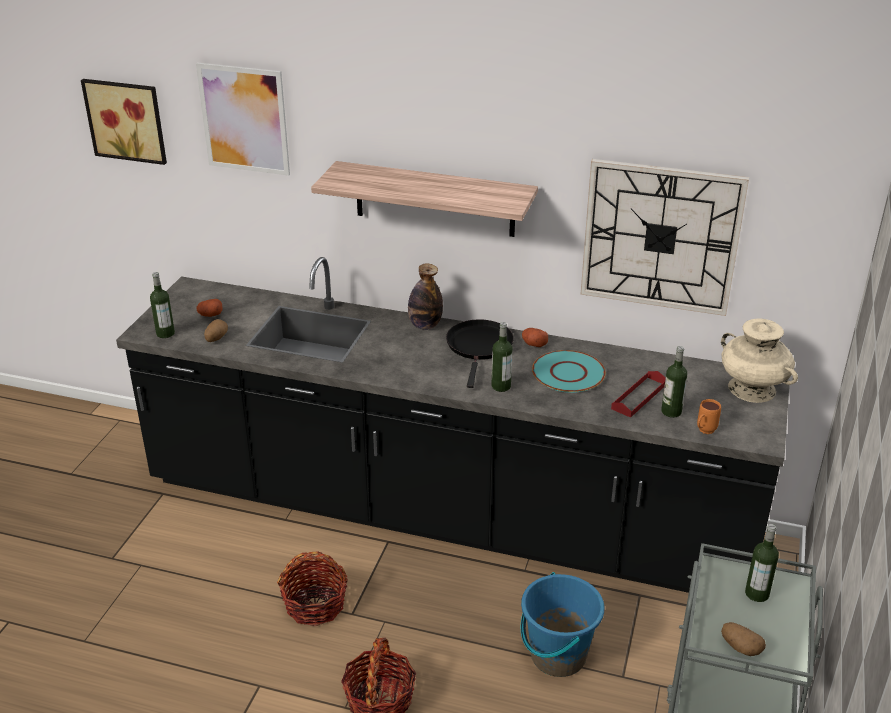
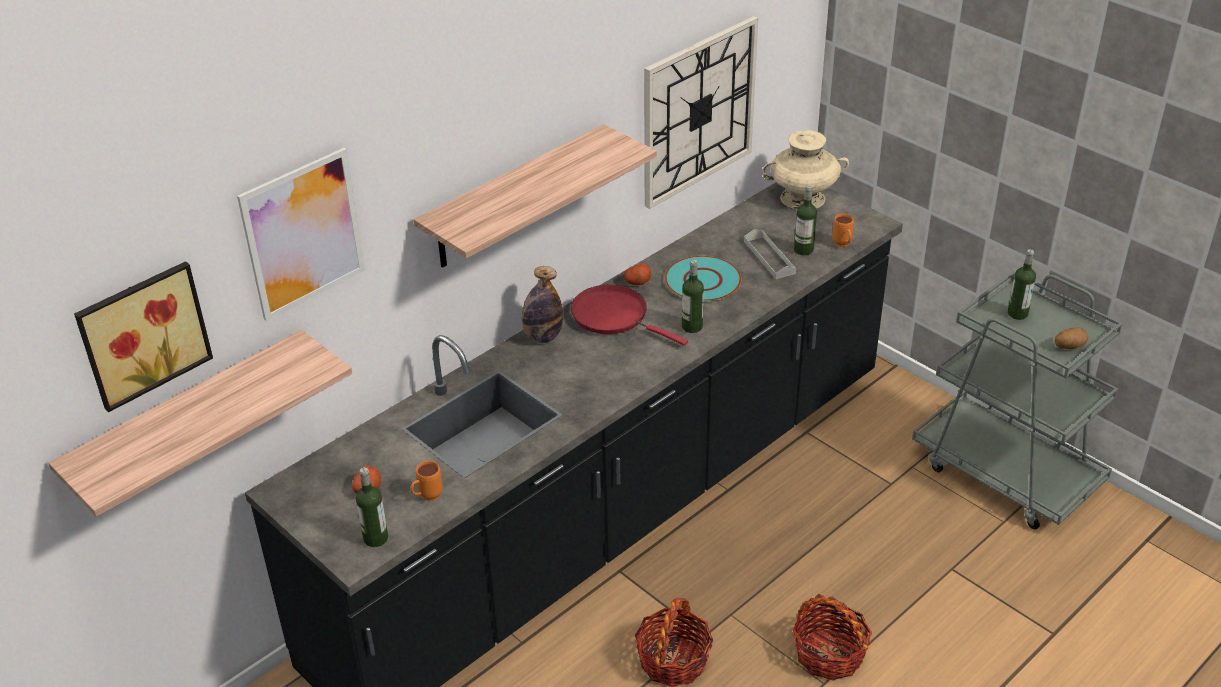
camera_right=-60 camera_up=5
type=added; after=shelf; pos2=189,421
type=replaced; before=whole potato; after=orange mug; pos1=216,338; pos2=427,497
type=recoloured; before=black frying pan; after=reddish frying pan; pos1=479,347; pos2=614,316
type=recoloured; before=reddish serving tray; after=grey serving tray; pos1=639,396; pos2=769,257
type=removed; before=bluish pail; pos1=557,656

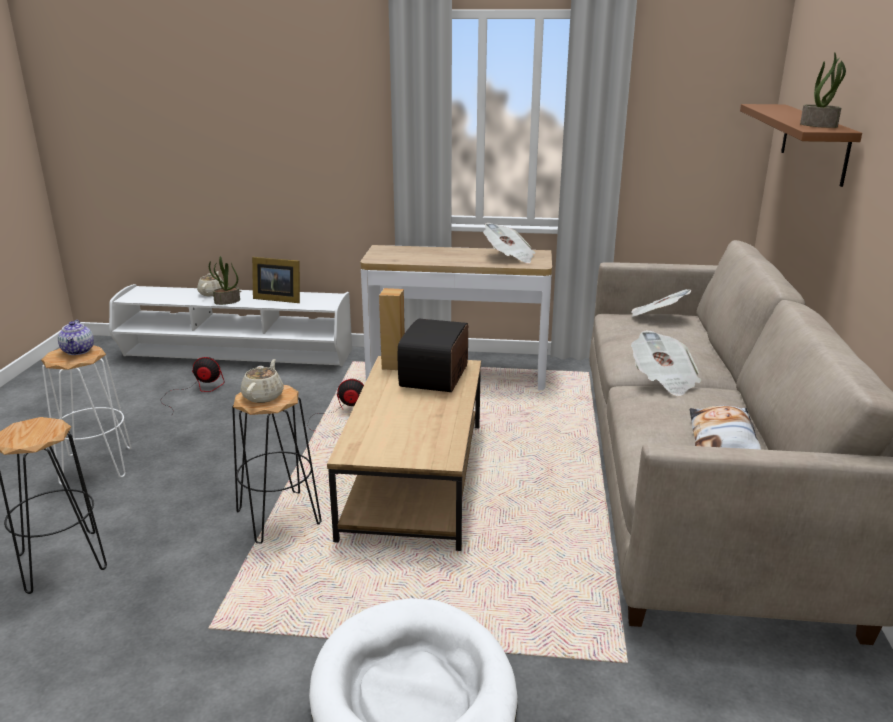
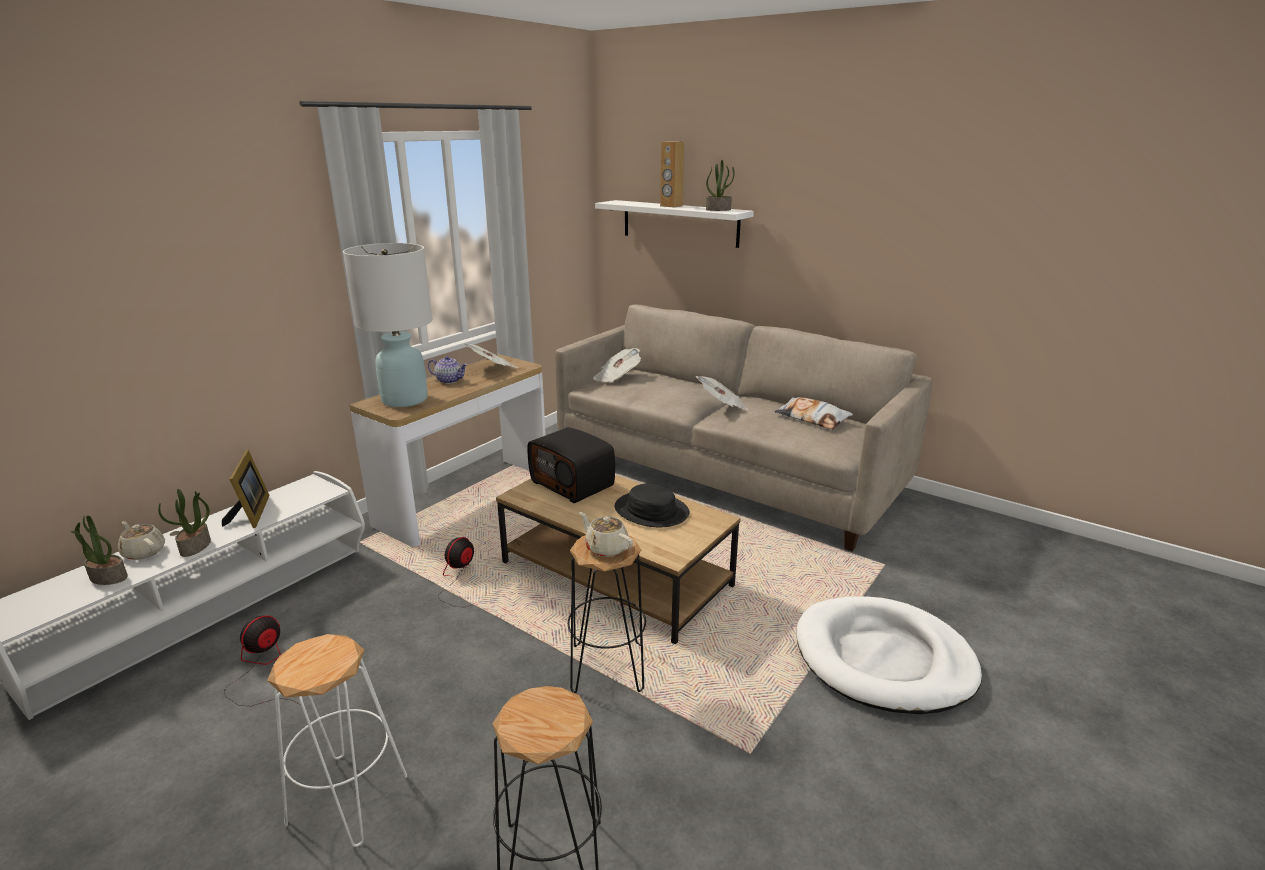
camera_right=-60 camera_up=0
type=added; after=potted plant; pos2=107,577
type=turned; before=photo frame; pos1=277,298; pos2=251,513; turn=-60
type=added; after=white tabletop lamp; pos2=404,399
type=moved; before=pot for tea; pos1=78,351; pos2=449,380
type=recoloured; before=brown-coloured shelf; after=white shelf; pos1=814,142; pos2=679,223
type=added; after=black wearable hat; pos2=651,511
type=moved; before=brown-coloured loudspeaker; pos1=393,365; pos2=671,206

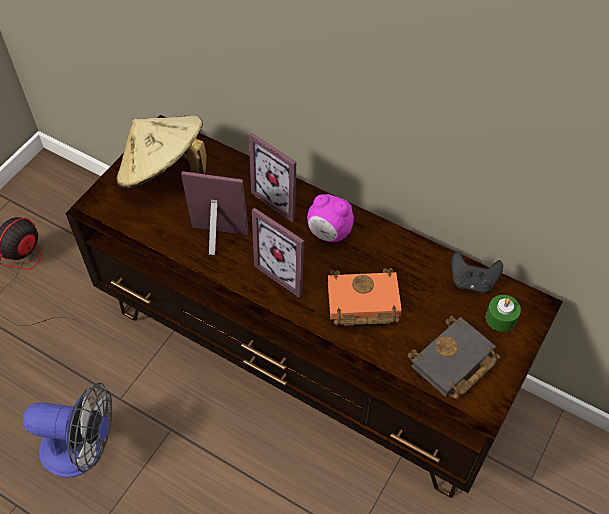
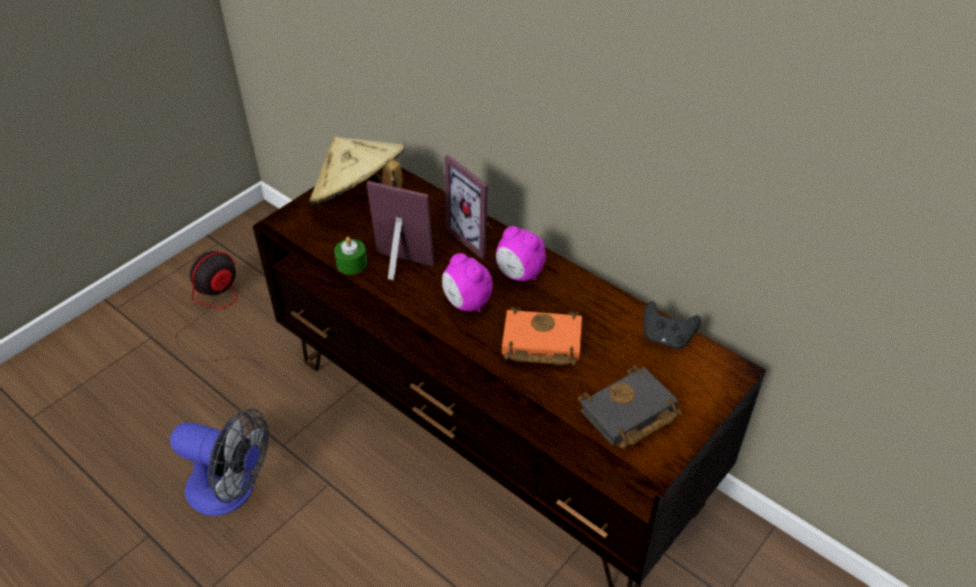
camera_right=10 camera_up=-10
type=moved; before=green wax light; pos1=501,318; pos2=352,264
type=replaced; before=photo frame; after=bedside clock; pos1=287,270; pos2=466,303

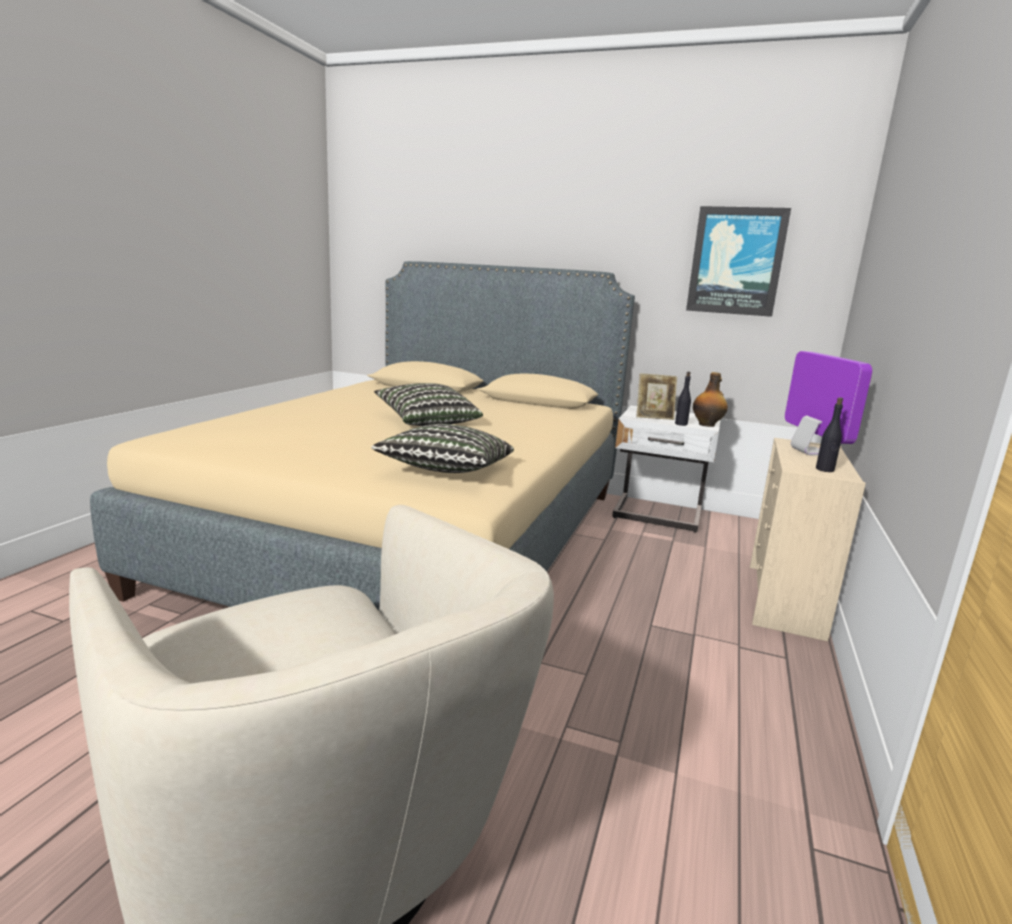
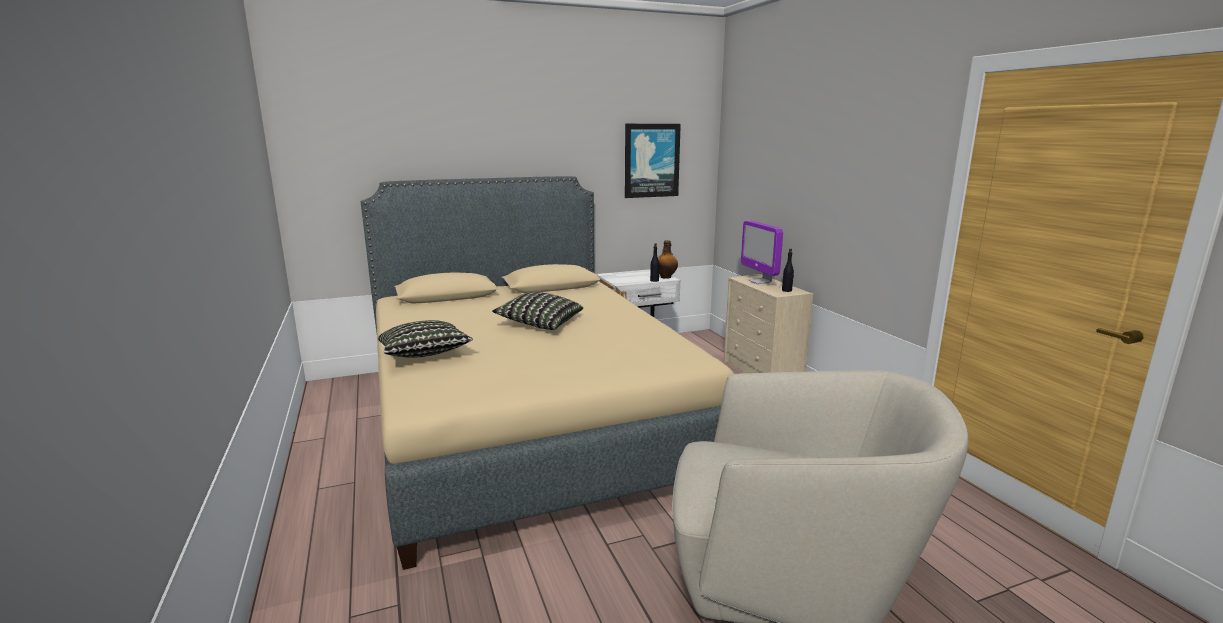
camera_right=-40 camera_up=0
type=moved; before=cushion; pos1=446,472; pos2=424,355
type=turned; before=computer screen; pos1=810,452; pos2=759,281; turn=-150
type=removed; before=photo frame; pos1=654,417

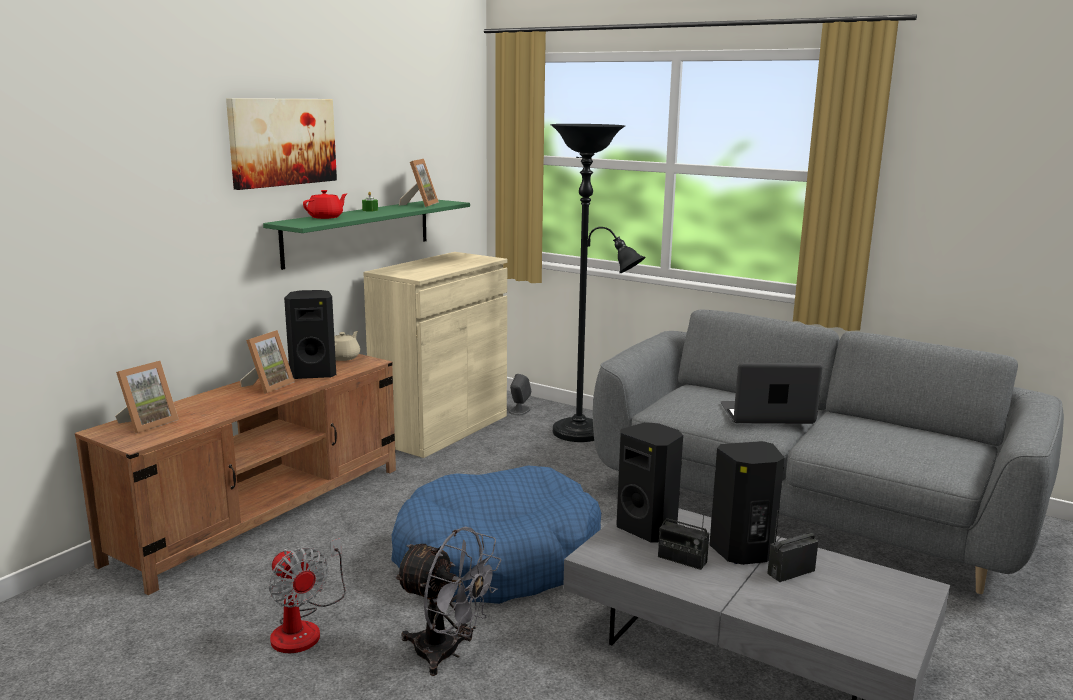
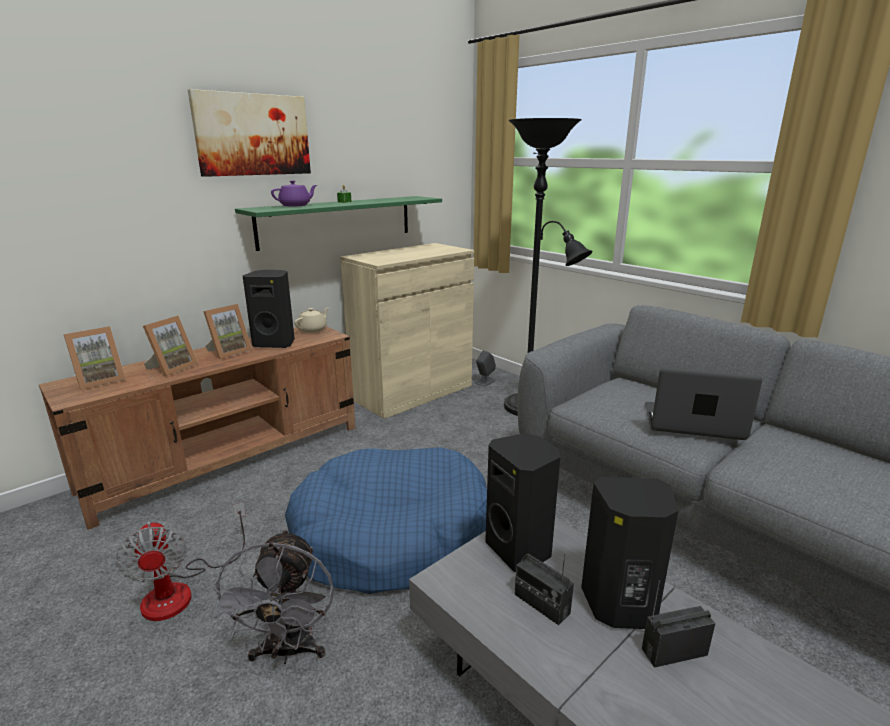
camera_right=15 camera_up=5
type=moved; before=photo frame; pos1=420,204; pos2=172,368
type=turned; before=grey cooling fan; pos1=447,653; pos2=288,652; turn=45
type=recoloured; before=reddish pot for tea; after=purple pot for tea; pos1=326,217; pos2=295,205

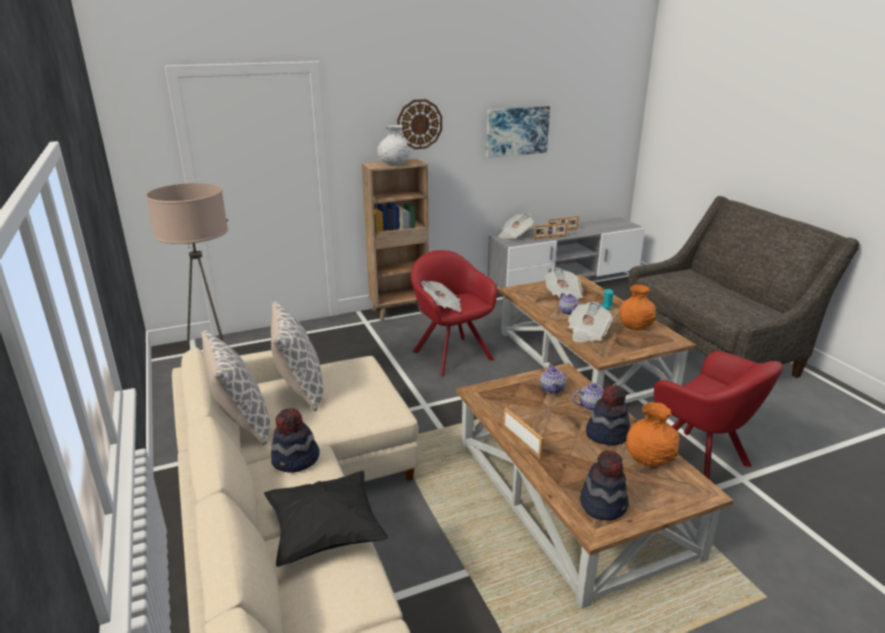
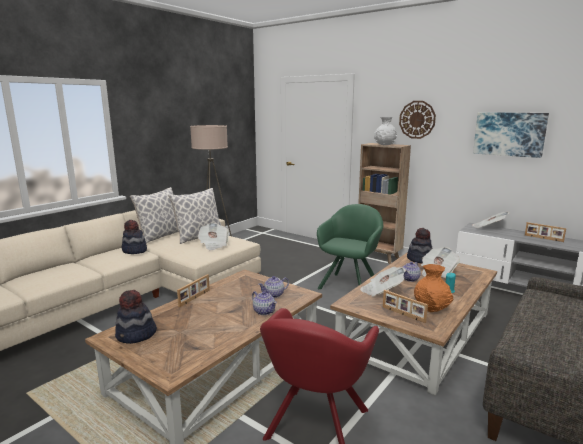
camera_right=60 camera_up=-10
type=moved; before=daily paper; pos1=442,306; pos2=213,245
type=recoloured; before=reddish lounge chair; after=green lounge chair; pos1=450,353; pos2=350,284
type=moved; before=photo frame; pos1=550,237; pos2=403,314
type=moved; before=wearable hat; pos1=607,434; pos2=419,259
type=removed; before=black cushion; pos1=325,533
type=removed; before=orange vase; pos1=650,459

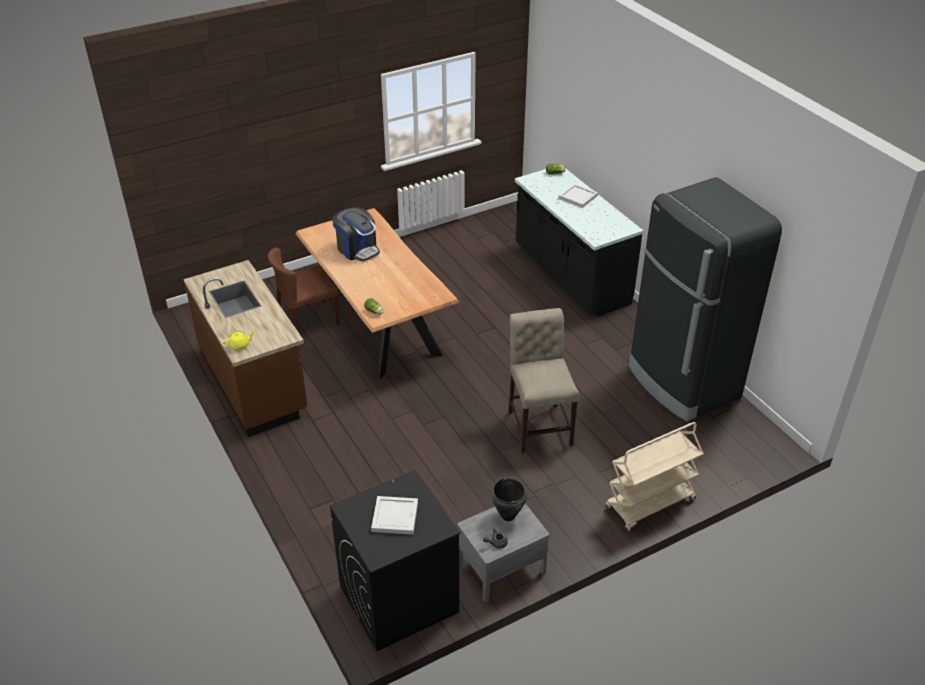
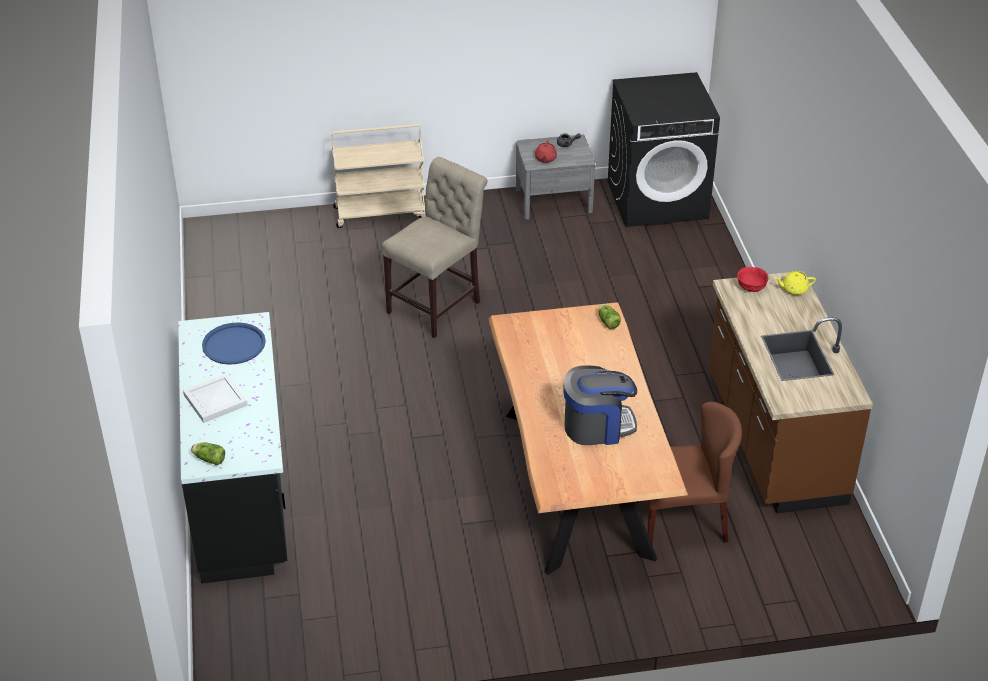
camera_right=-160 camera_up=0
type=added; after=bluish serving tray; pos2=233,344
type=turned; before=beige-coloured upright chair; pos1=539,424; pos2=438,305; turn=-150
type=replaced; before=black cooking pot; after=reddish pot for tea; pos1=507,516; pos2=545,159
type=turned; before=coffee brewer; pos1=357,249; pos2=597,426; turn=105
type=added; after=reddish deep dish; pos2=751,287
type=removed; before=white serving tray; pos1=395,517
type=removed; before=black kitchen fridge; pos1=682,383

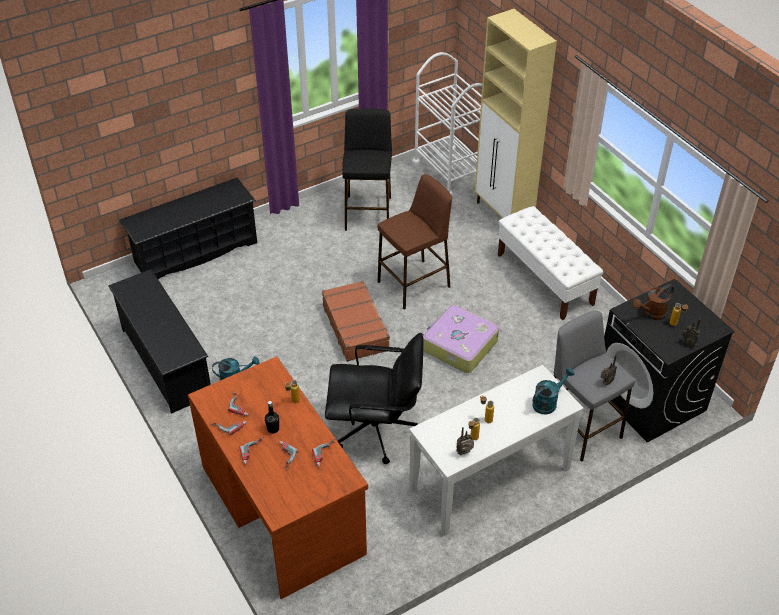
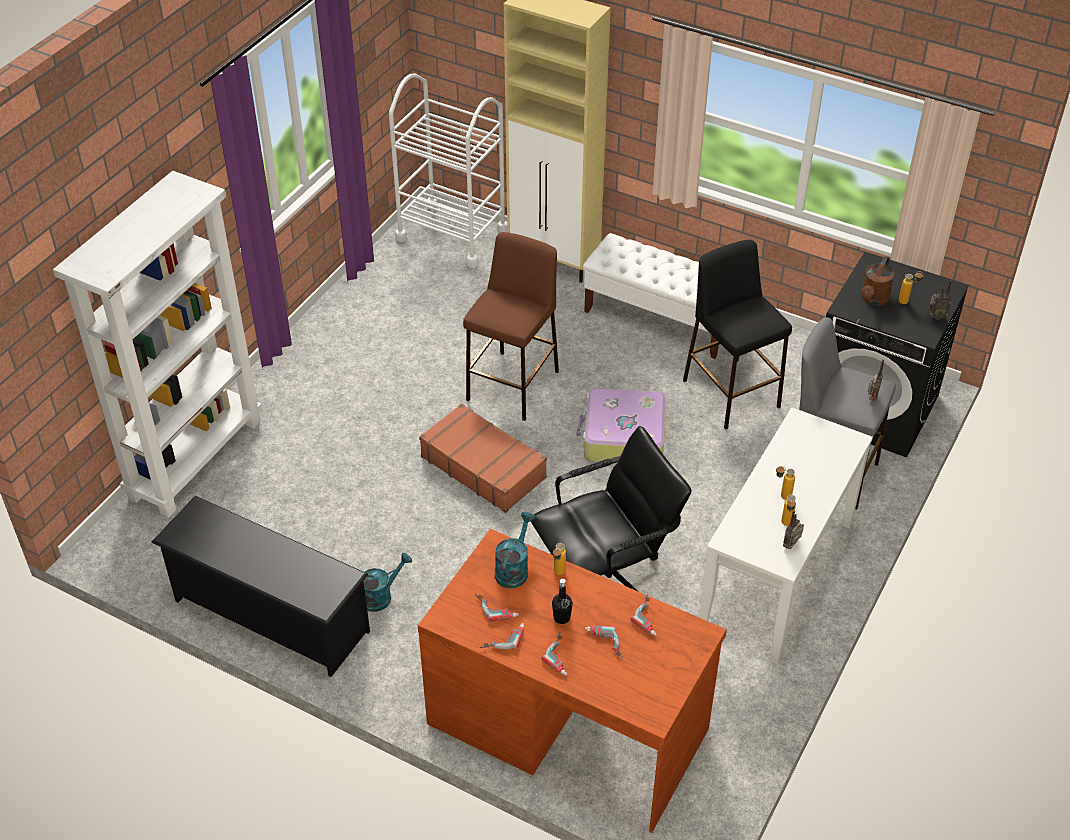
camera_right=-30 camera_up=0
type=replaced; before=black shoe rack; after=white bookshelf; pos1=195,252; pos2=196,458
type=moved; before=blue-green sprinkling can; pos1=548,402; pos2=513,568
type=moved; before=black stool; pos1=368,213; pos2=730,393

